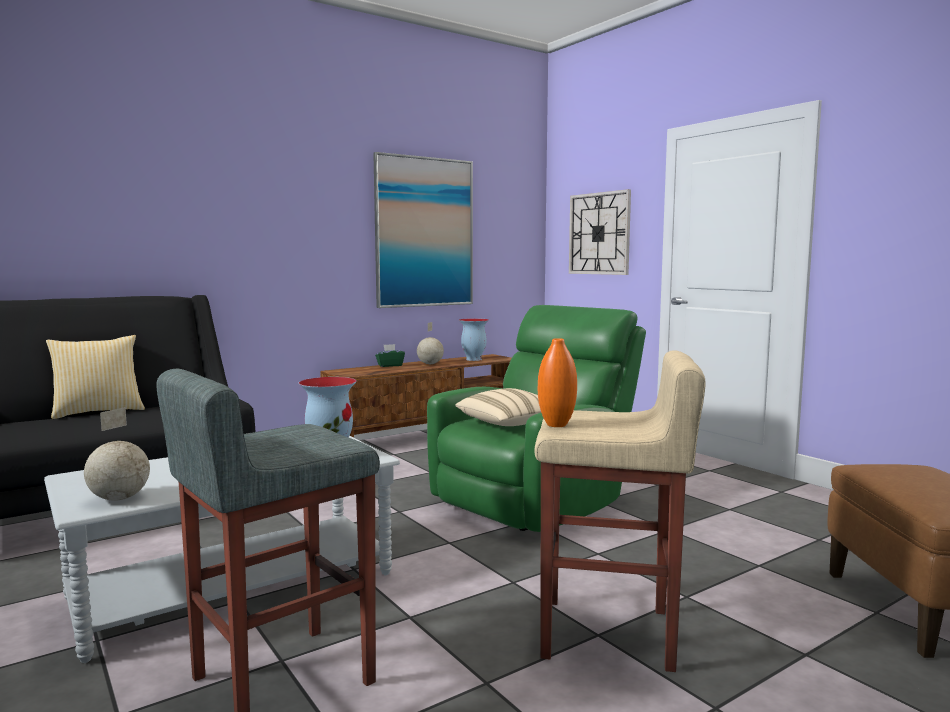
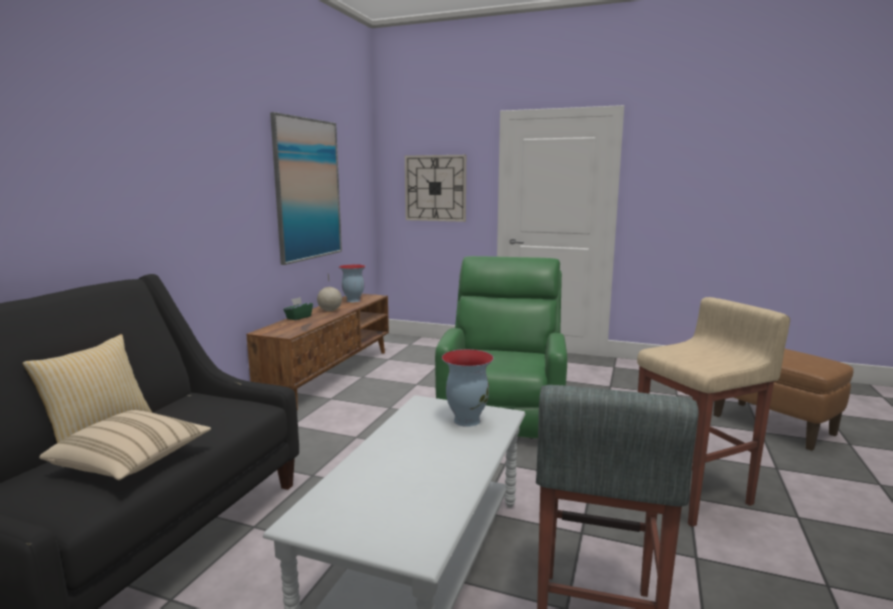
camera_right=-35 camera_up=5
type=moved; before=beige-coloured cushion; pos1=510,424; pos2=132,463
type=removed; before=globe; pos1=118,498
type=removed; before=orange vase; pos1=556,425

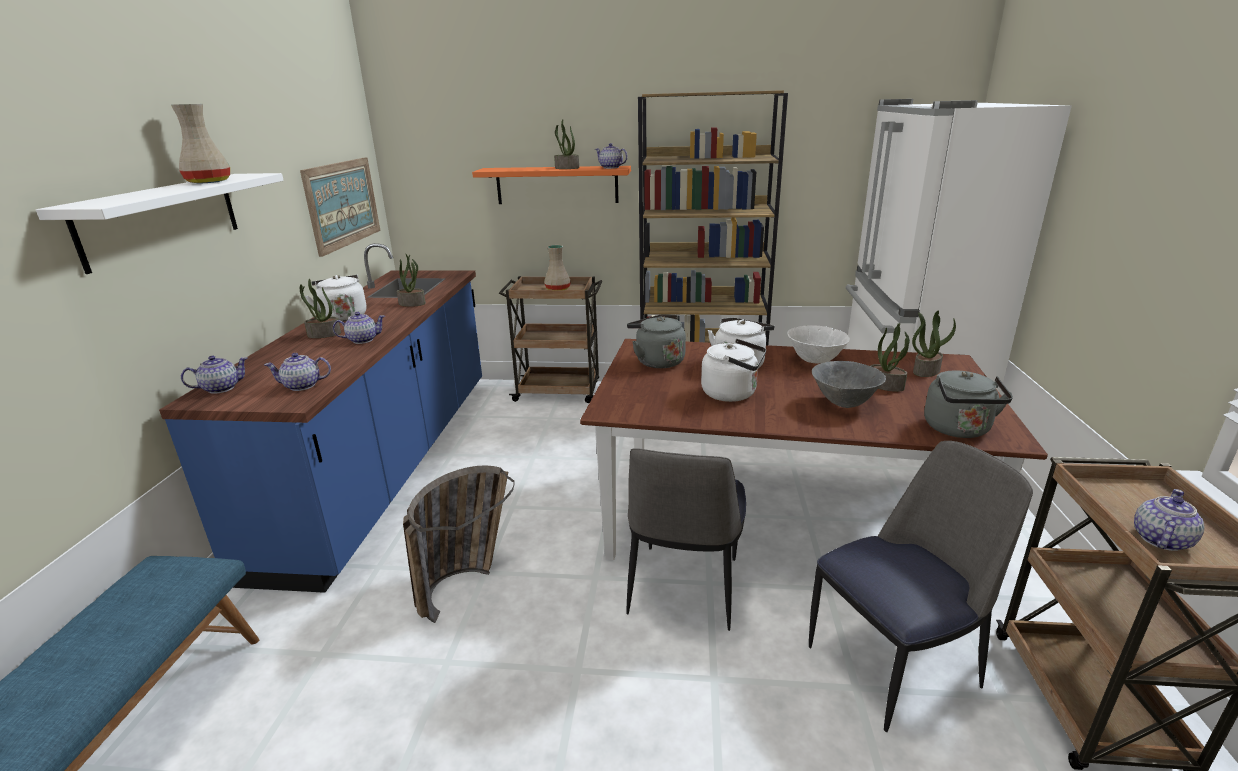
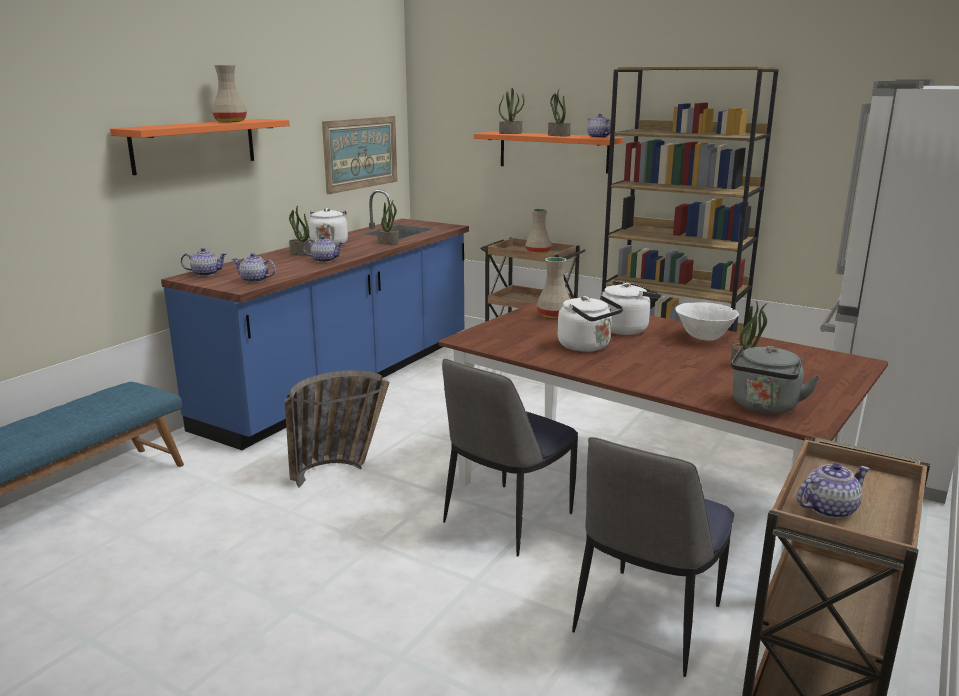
camera_right=25 camera_up=-5
type=recoloured; before=white shelf; after=orange shelf; pos1=162,218; pos2=194,145
type=moved; before=potted plant; pos1=926,371; pos2=510,133
type=replaced; before=grey water kettle; after=beige-coloured vase; pos1=657,361; pos2=554,315
type=turned; before=upright chair; pos1=895,664; pos2=646,622; turn=120
type=removed; before=grey deep dish; pos1=844,403

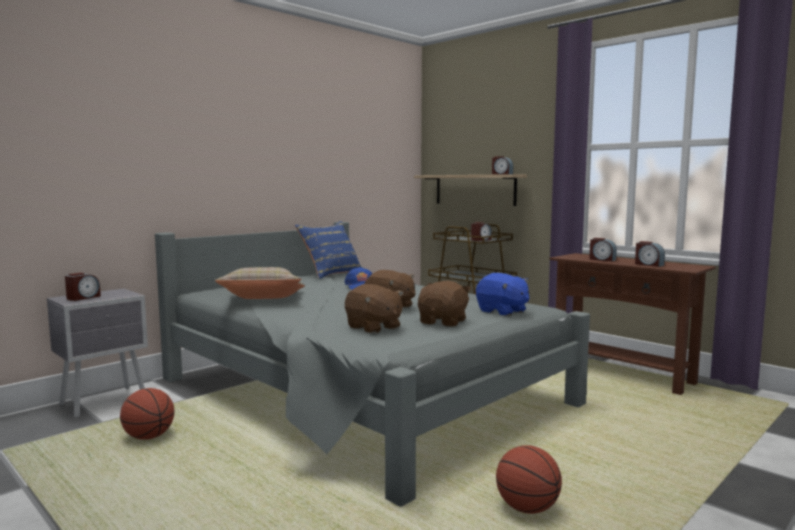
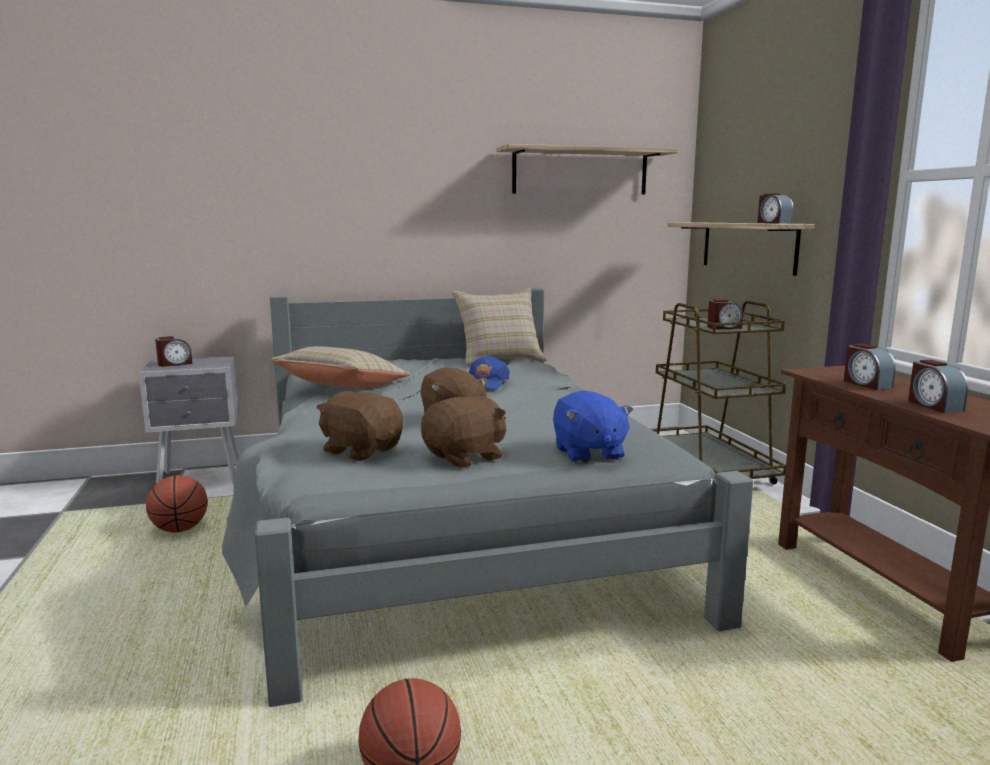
camera_right=30 camera_up=5
type=turned; before=brown-coloured cuddly toy; pos1=373,328; pos2=361,450; turn=135
type=recoloured; before=bluish cushion; after=beige-coloured cushion; pos1=331,274; pos2=499,359
type=added; after=shelf; pos2=580,172

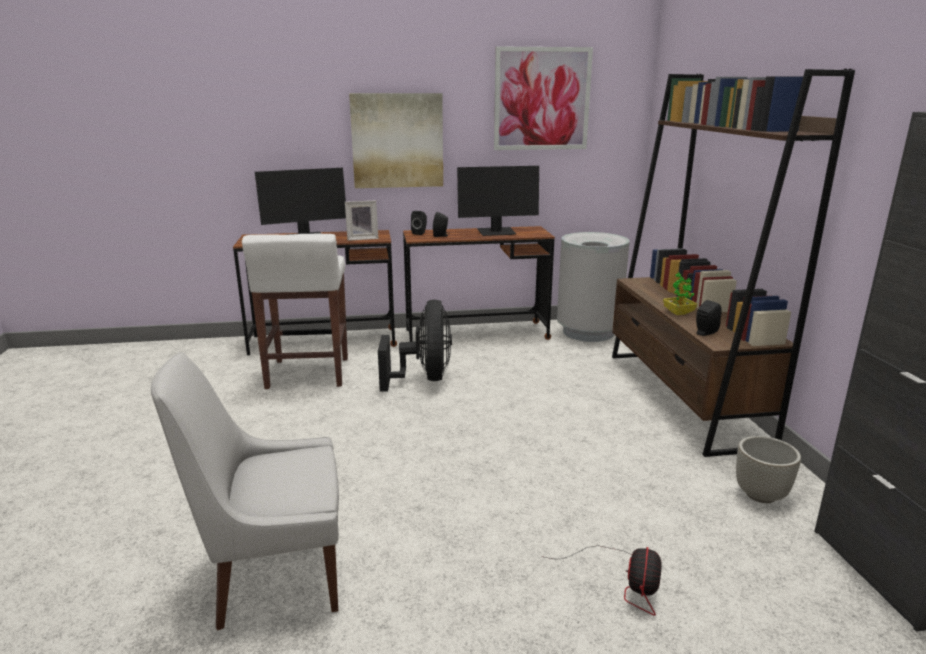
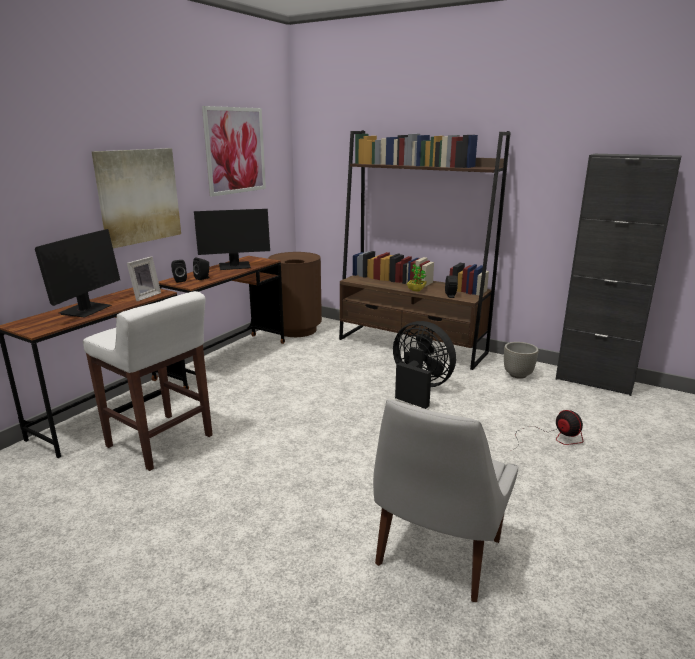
camera_right=-50 camera_up=0
type=turned; before=computer screen; pos1=496,232; pos2=234,266; turn=45
type=recoloured; before=grey rubbish bin; after=brown-coloured rubbish bin; pos1=588,332; pos2=296,330
type=moved; before=black cooling fan; pos1=424,379; pos2=419,389

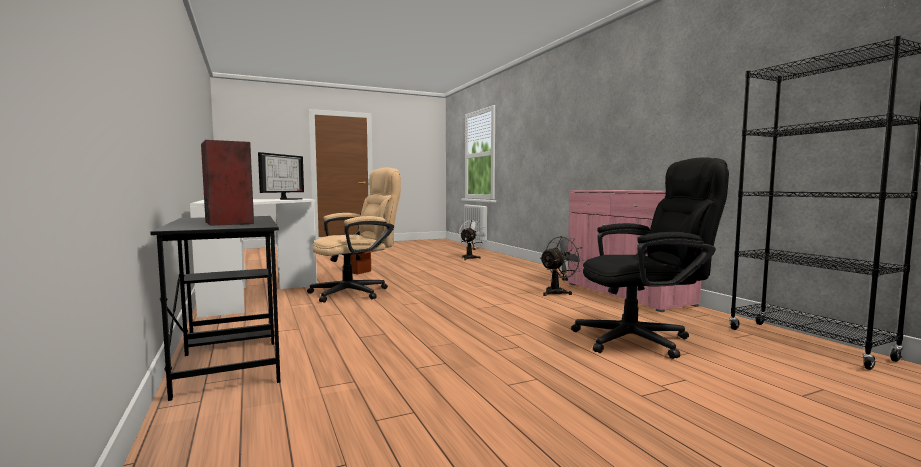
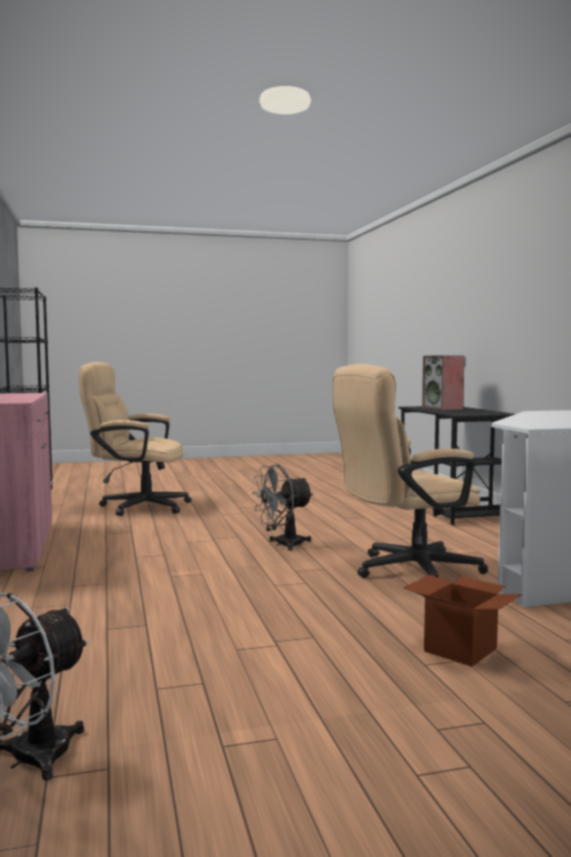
camera_right=-170 camera_up=0
type=recoloured; before=black desk chair; after=beige-coloured desk chair; pos1=642,340; pos2=136,506
type=moved; before=grey cooling fan; pos1=558,292; pos2=283,545
type=removed; before=computer screen; pos1=289,199

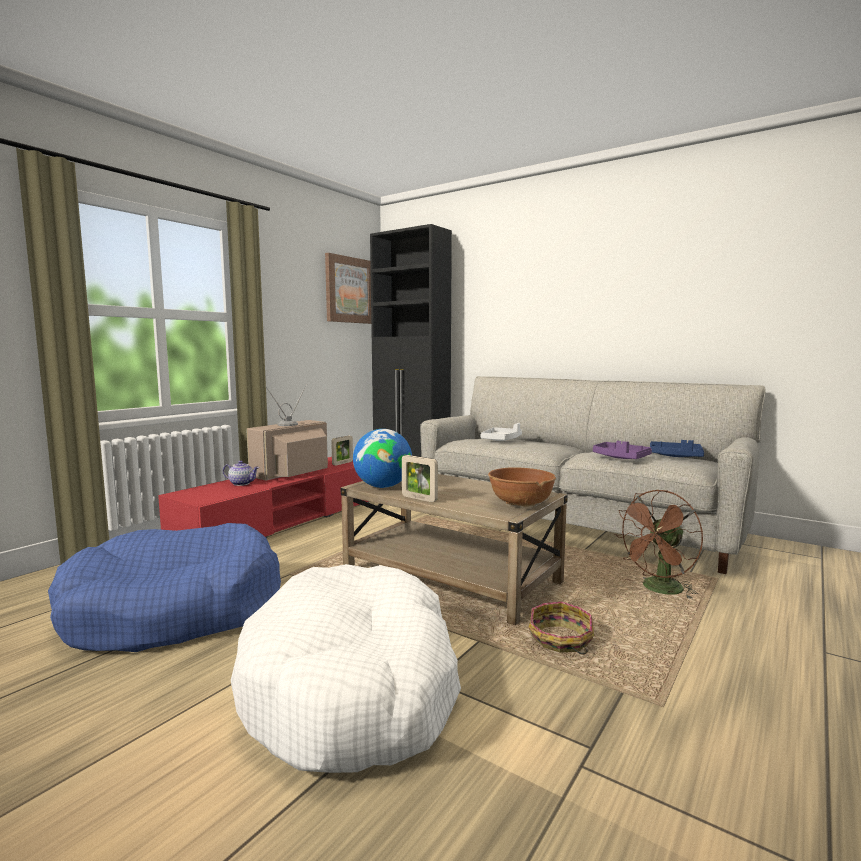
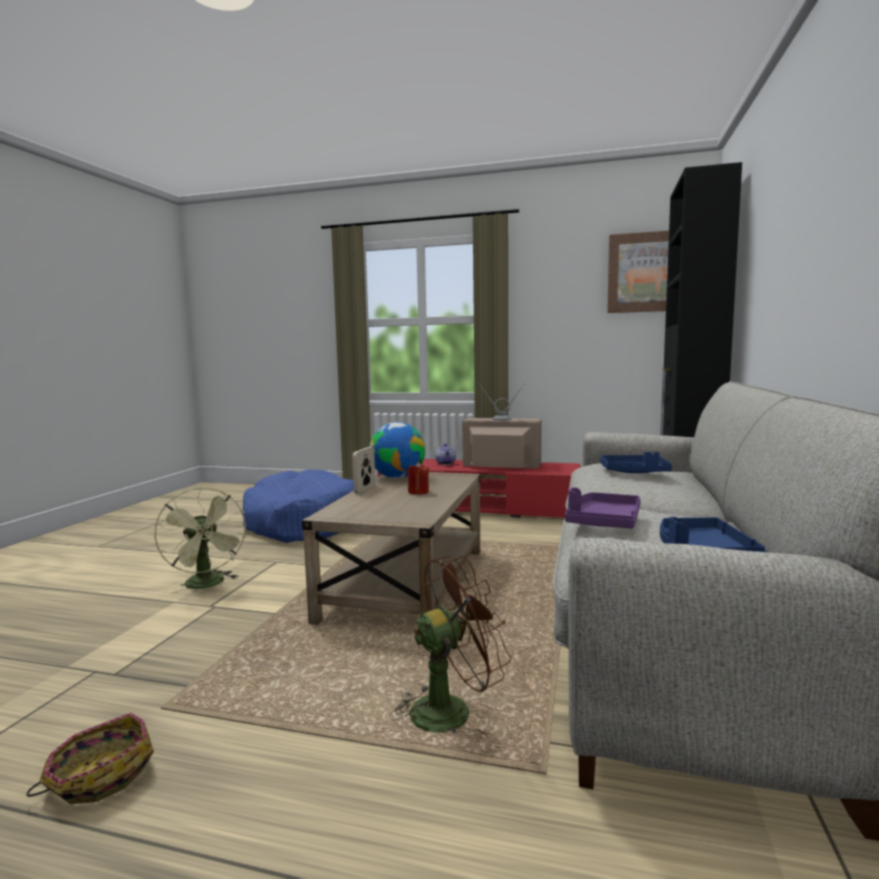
camera_right=70 camera_up=0
type=moved; before=storage basket; pos1=560,640; pos2=99,775
type=replaced; before=white pet bed; after=green cooling fan; pos1=353,687; pos2=208,585
type=turned; before=brown-coloured cooling fan; pos1=659,590; pos2=451,709; turn=120
type=added; after=reddish wax light; pos2=418,492
type=recoloured; before=white serving tray; after=bluish serving tray; pos1=501,440; pos2=634,472
type=removed; before=photo frame; pos1=342,463
type=removed; before=brown-coloured deep dish; pos1=521,503

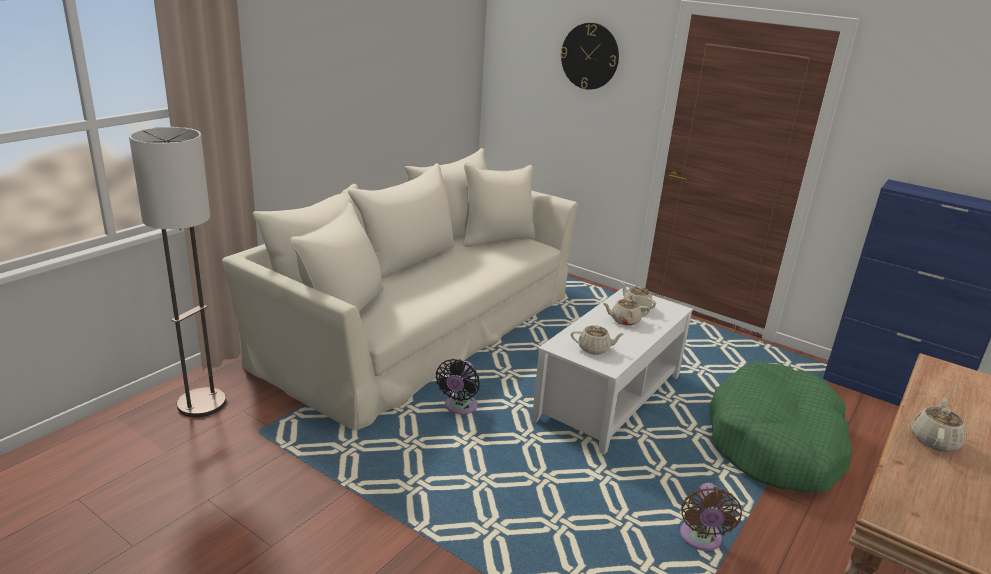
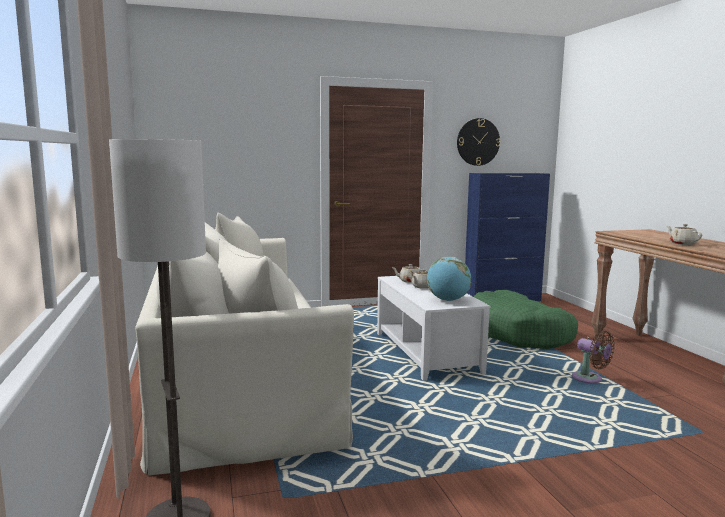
camera_right=-50 camera_up=-15
type=replaced; before=beige-coloured pot for tea; after=globe; pos1=594,349; pos2=448,300
type=moved; before=wall clock; pos1=590,56; pos2=478,142
type=removed; before=black cooling fan; pos1=459,407

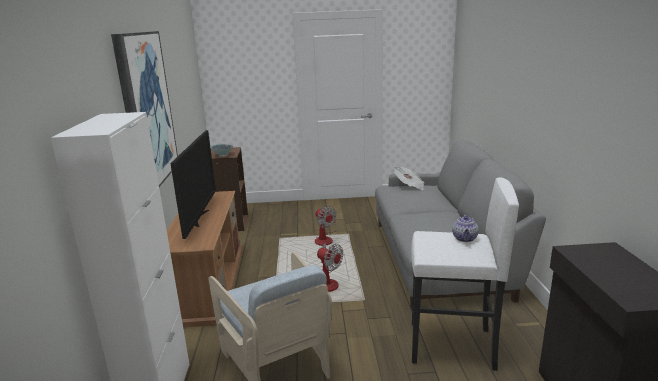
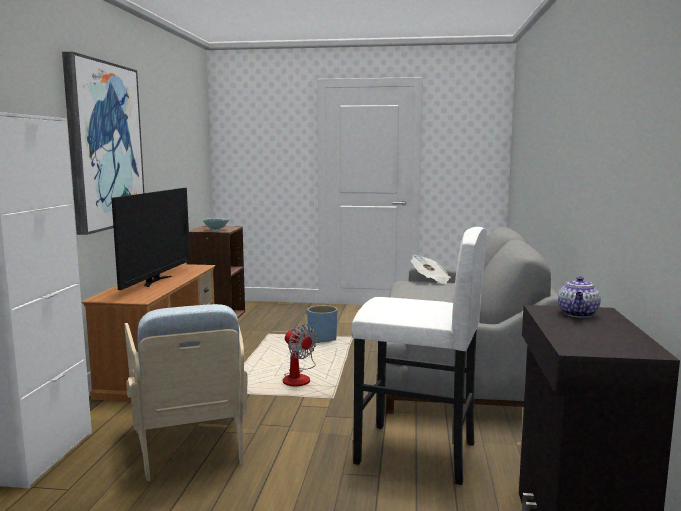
camera_right=10 camera_up=-10
type=replaced; before=cooling fan; after=bluish flower pot; pos1=325,238; pos2=322,339
type=moved; before=pot for tea; pos1=465,239; pos2=578,314

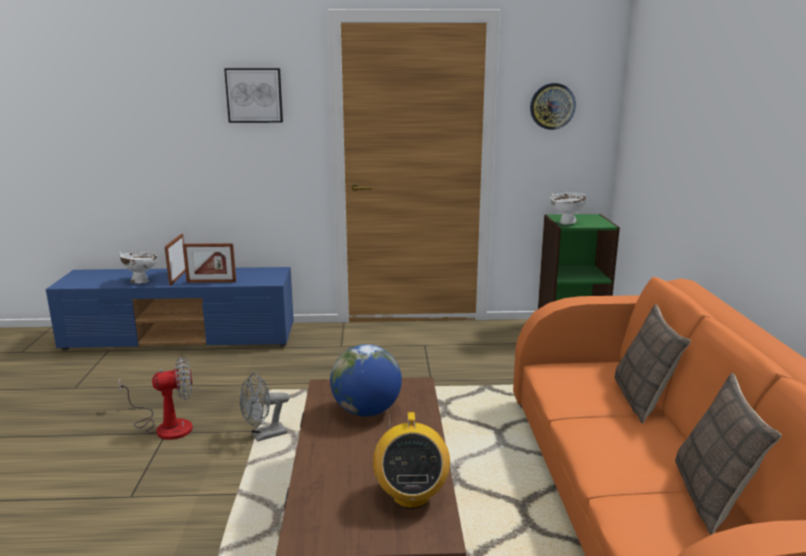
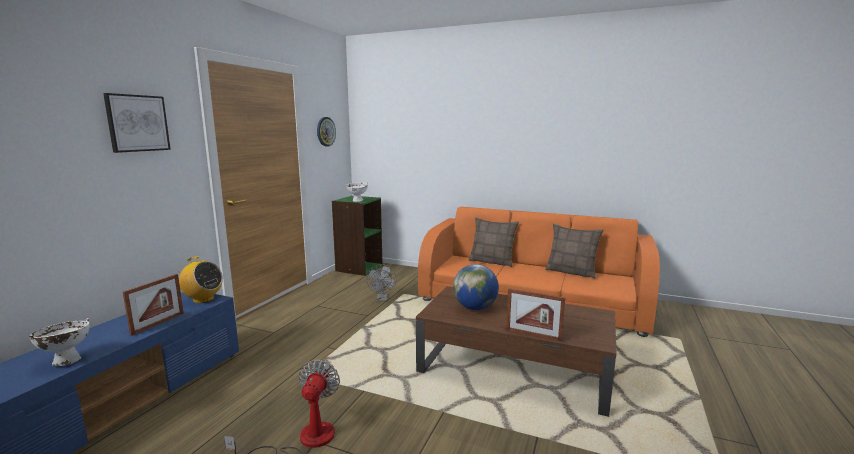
camera_right=-65 camera_up=-5
type=moved; before=radio; pos1=411,496; pos2=203,299
type=moved; before=grey cooling fan; pos1=264,436; pos2=382,299
type=moved; before=photo frame; pos1=178,277; pos2=533,335

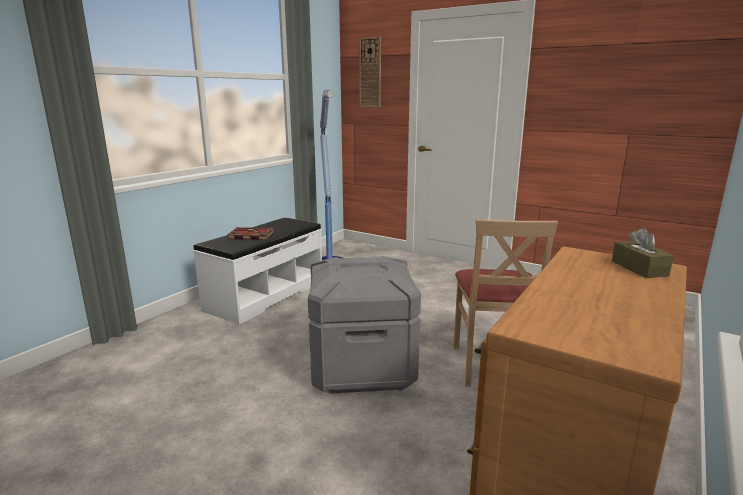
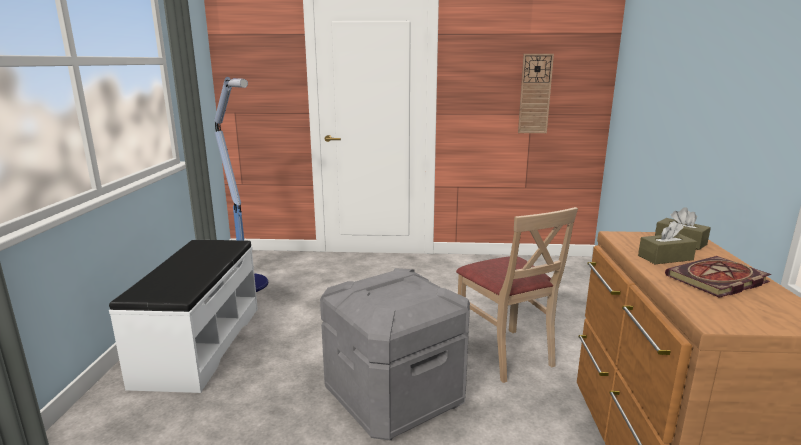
camera_right=-30 camera_up=0
type=moved; before=wall clock; pos1=370,73; pos2=535,94
type=added; after=brown-coloured box of tissues; pos2=665,258
type=moved; before=book; pos1=250,235; pos2=717,280

